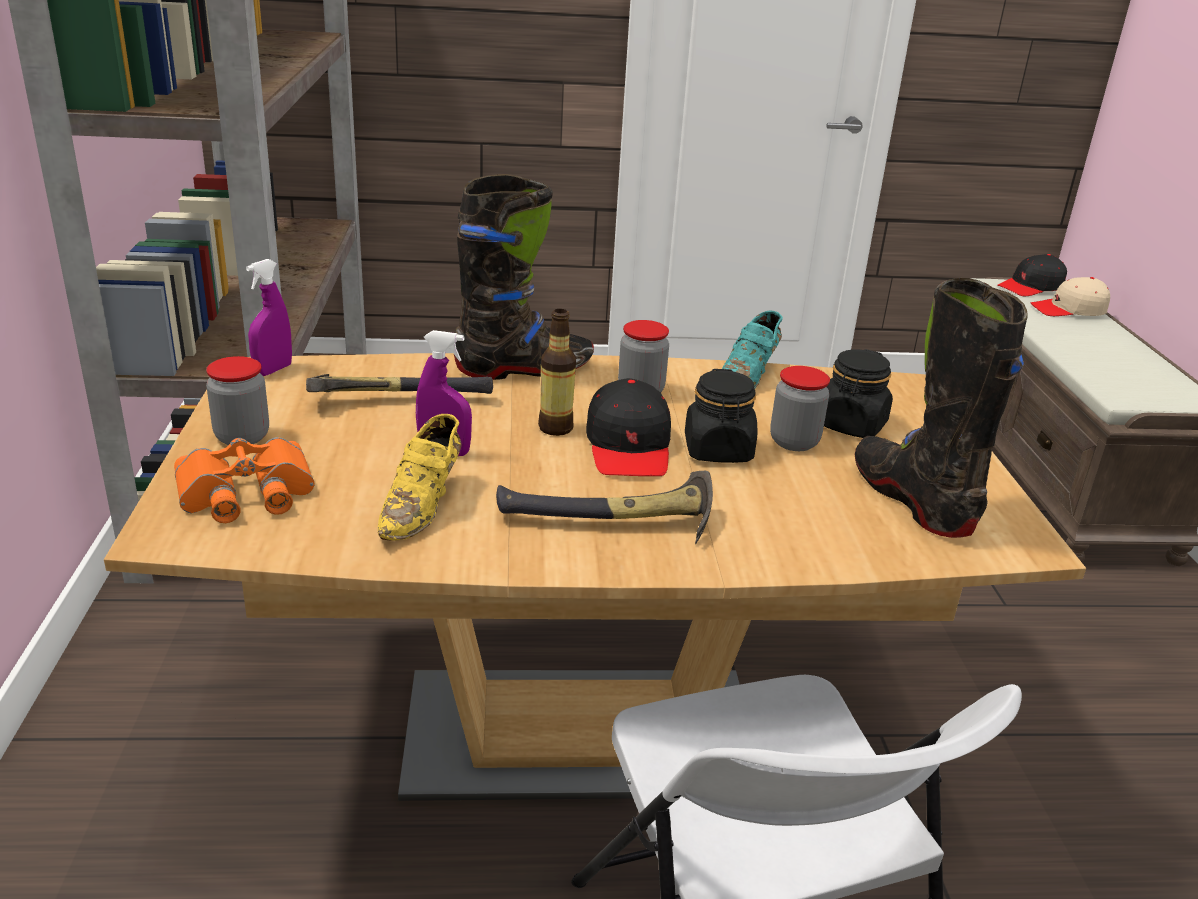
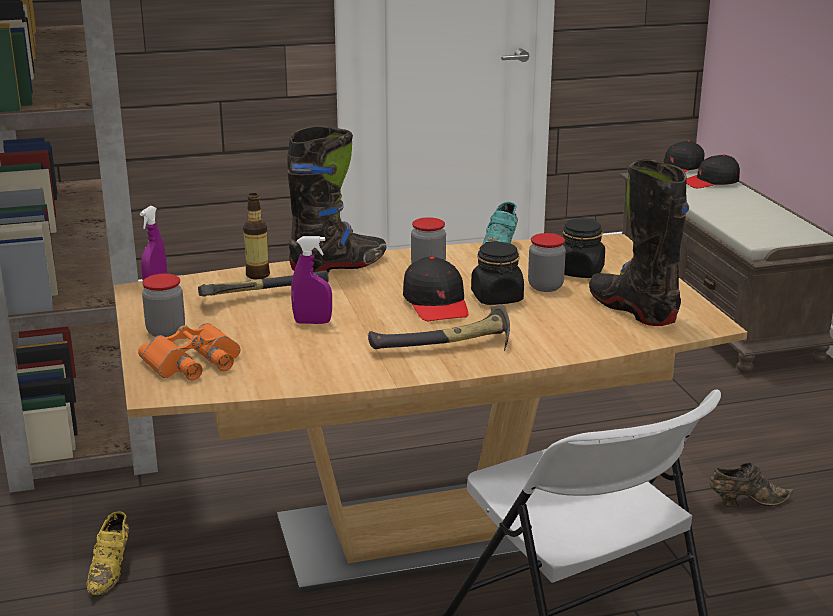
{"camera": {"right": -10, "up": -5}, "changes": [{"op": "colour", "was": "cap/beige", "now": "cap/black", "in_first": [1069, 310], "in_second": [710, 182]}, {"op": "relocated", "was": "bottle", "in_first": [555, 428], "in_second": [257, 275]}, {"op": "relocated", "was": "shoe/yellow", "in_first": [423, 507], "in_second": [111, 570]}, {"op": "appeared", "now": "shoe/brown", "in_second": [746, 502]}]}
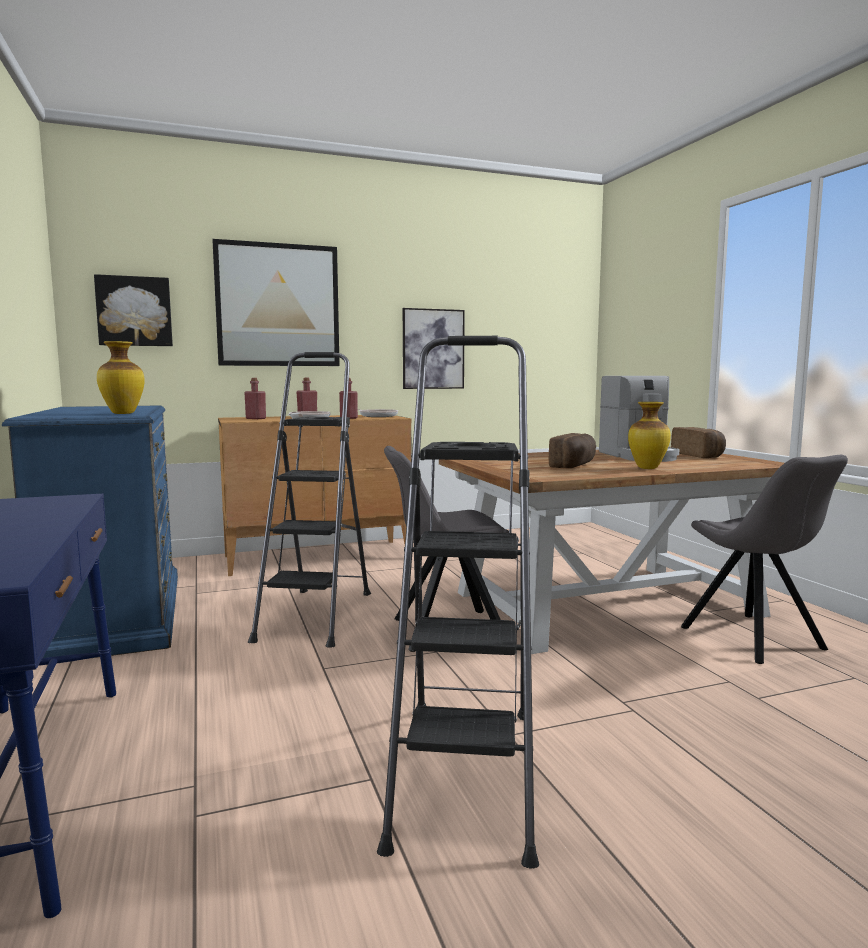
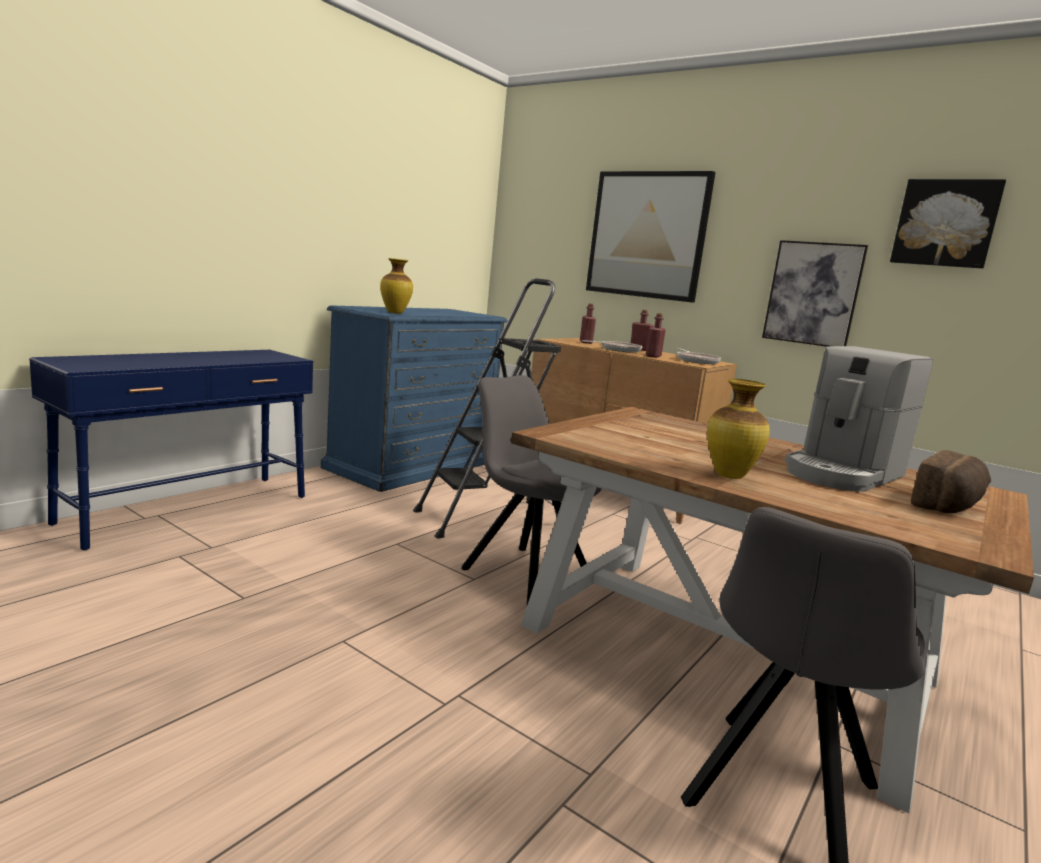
{"camera": {"right": 55, "up": 5}, "changes": [{"op": "relocated", "was": "picture", "in_first": [134, 311], "in_second": [945, 223]}, {"op": "missing", "was": "step ladder", "in_first": [466, 770]}, {"op": "missing", "was": "bread", "in_first": [574, 465]}]}
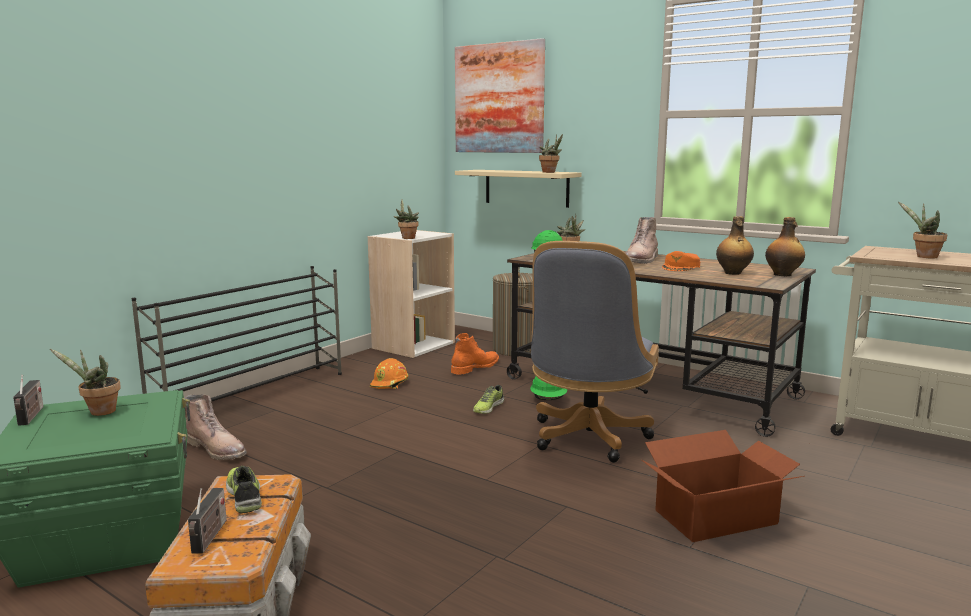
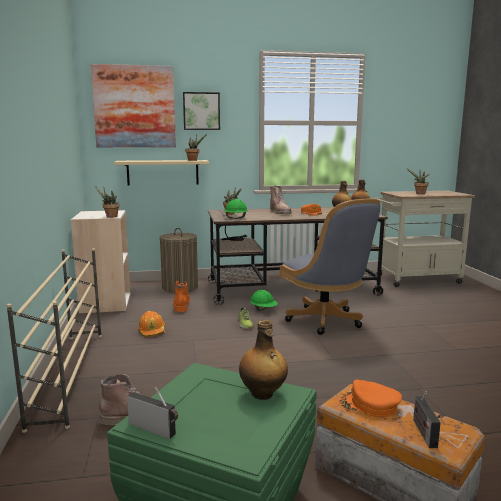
{"camera": {"right": -45, "up": 0}, "changes": [{"op": "colour", "was": "shoe rack/black", "now": "shoe rack/beige", "in_first": [254, 396], "in_second": [70, 374]}, {"op": "missing", "was": "potted plant", "in_first": [98, 412]}, {"op": "missing", "was": "cardboard box", "in_first": [717, 517]}, {"op": "exchanged", "was": "shoe", "now": "cap/orange", "in_first": [245, 495], "in_second": [369, 405]}, {"op": "spun", "was": "radio", "in_first": [209, 538], "in_second": [423, 432], "clockwise": -135}, {"op": "appeared", "now": "picture", "in_second": [201, 111]}, {"op": "appeared", "now": "bottle", "in_second": [262, 394]}]}
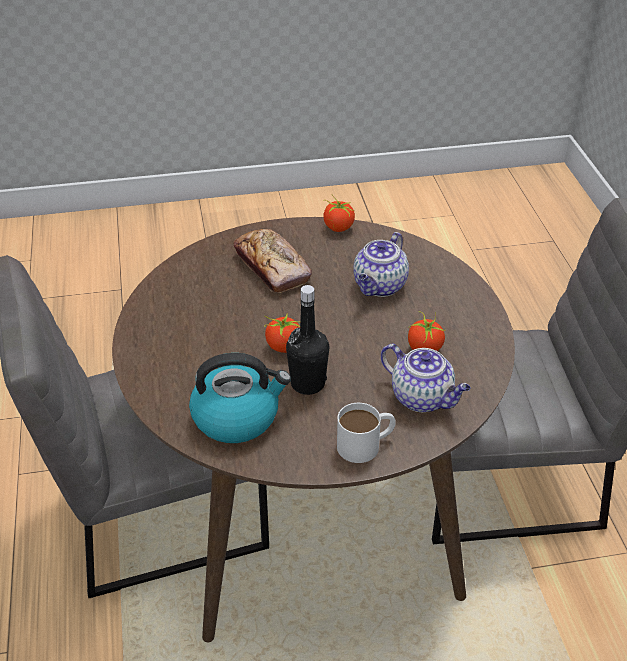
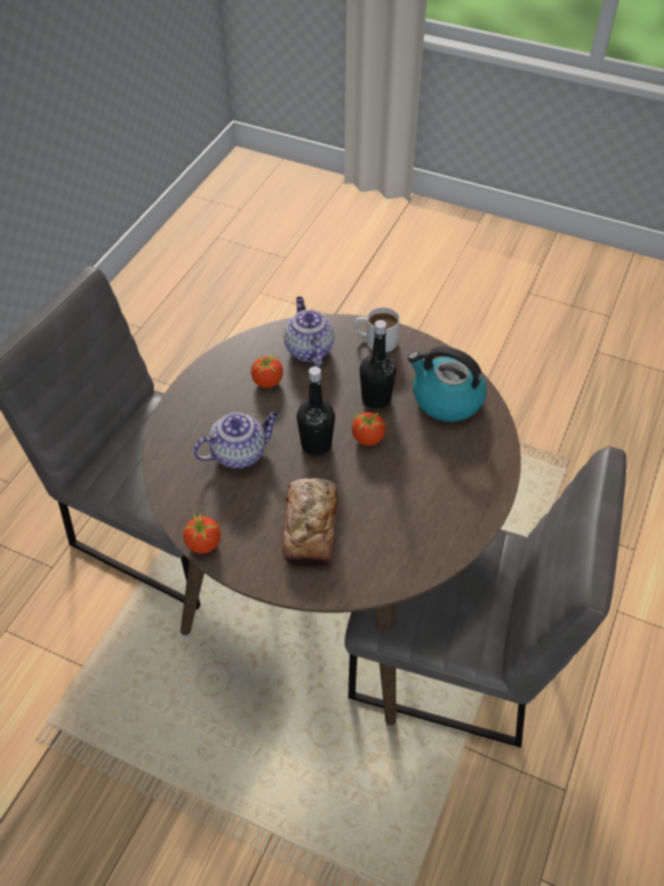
{"camera": {"right": -145, "up": 10}, "changes": [{"op": "appeared", "now": "bottle/black", "in_second": [316, 445]}]}
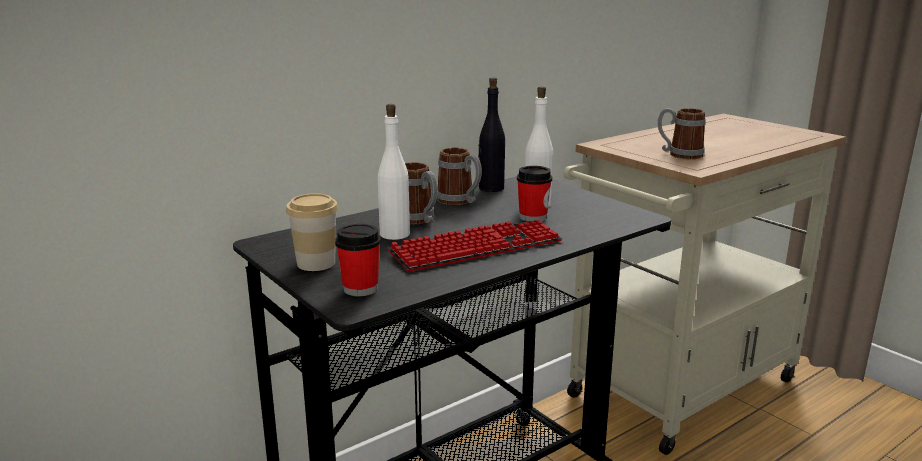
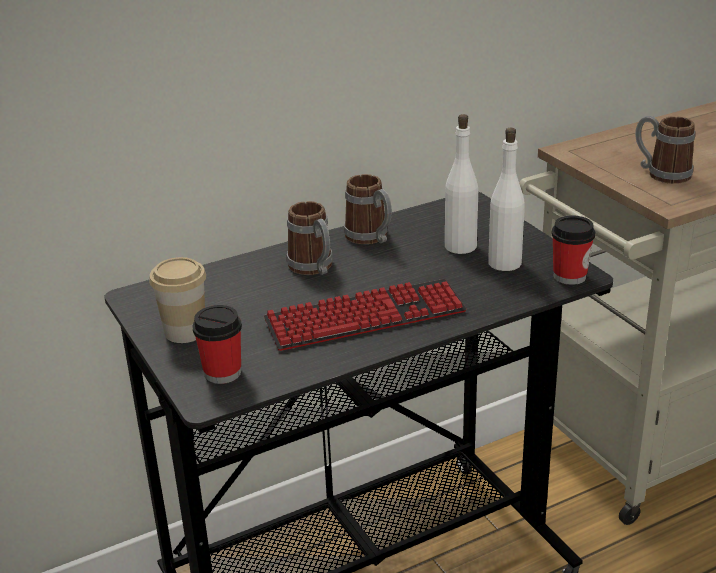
{"camera": {"right": 10, "up": 10}, "changes": [{"op": "missing", "was": "bottle/black", "in_first": [491, 188]}, {"op": "relocated", "was": "bottle/white", "in_first": [394, 234], "in_second": [504, 263]}, {"op": "relocated", "was": "cup", "in_first": [533, 217], "in_second": [569, 276]}]}
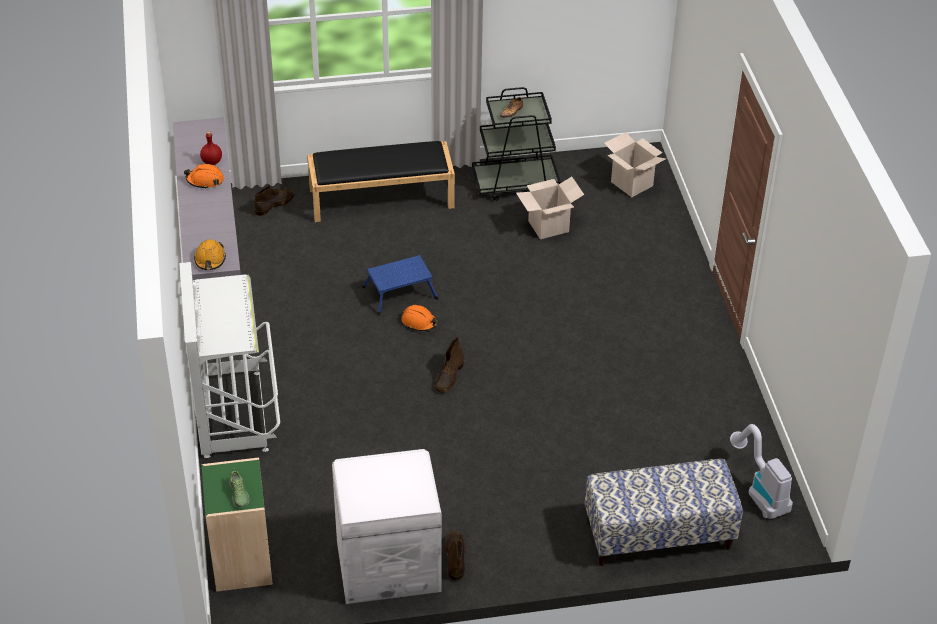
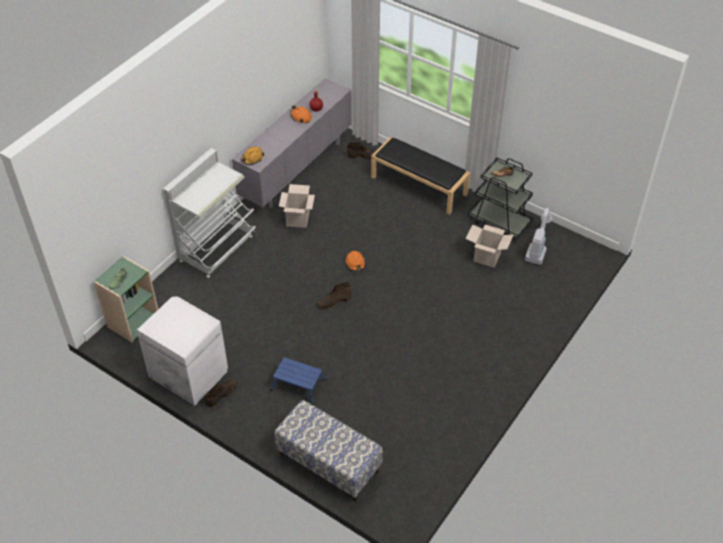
{"camera": {"right": 45, "up": 5}, "changes": [{"op": "relocated", "was": "cardboard box", "in_first": [631, 184], "in_second": [298, 219]}, {"op": "relocated", "was": "step ladder/blue", "in_first": [399, 293], "in_second": [298, 384]}, {"op": "relocated", "was": "vacuum cleaner", "in_first": [759, 491], "in_second": [537, 248]}]}
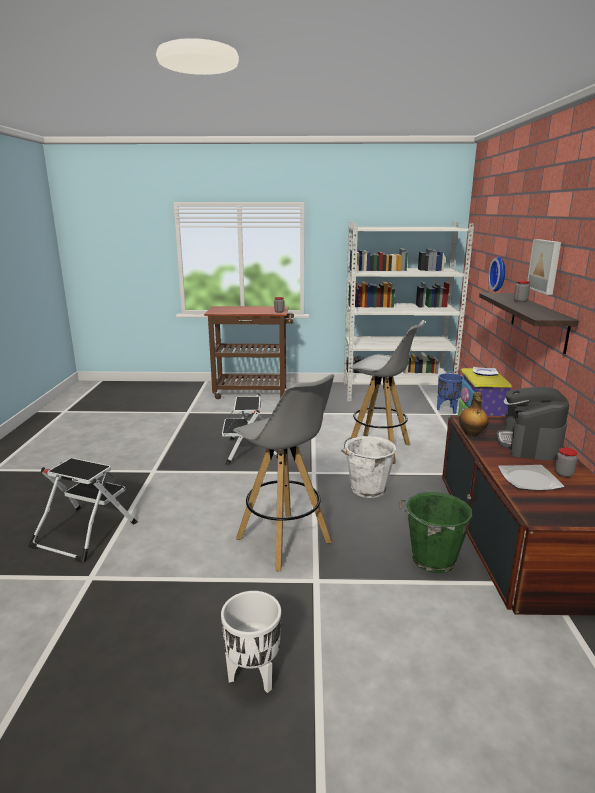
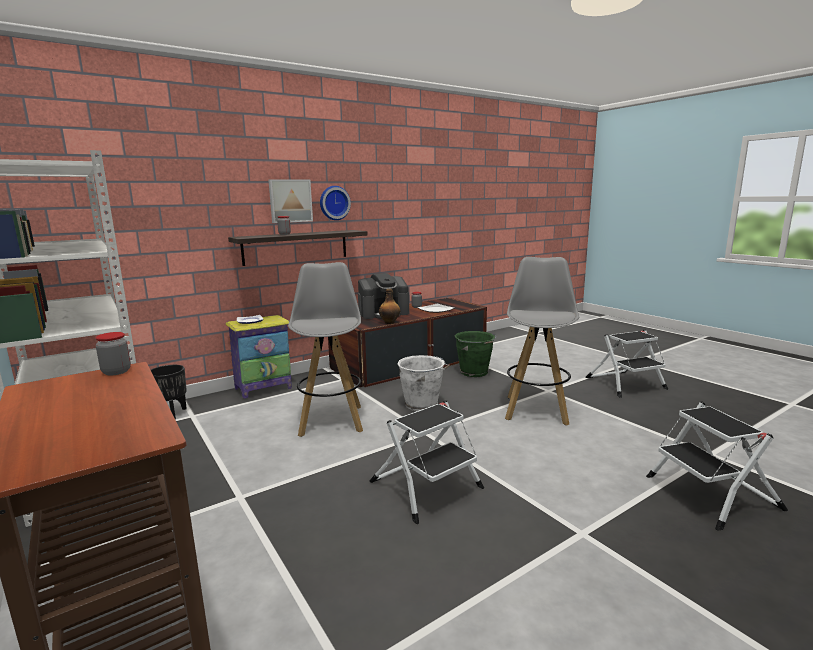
{"camera": {"right": -125, "up": -5}, "changes": [{"op": "relocated", "was": "wall clock", "in_first": [500, 274], "in_second": [334, 203]}, {"op": "colour", "was": "planter/blue", "now": "planter/black", "in_first": [448, 410], "in_second": [173, 413]}, {"op": "exchanged", "was": "planter/white", "now": "step ladder", "in_first": [253, 676], "in_second": [625, 384]}]}
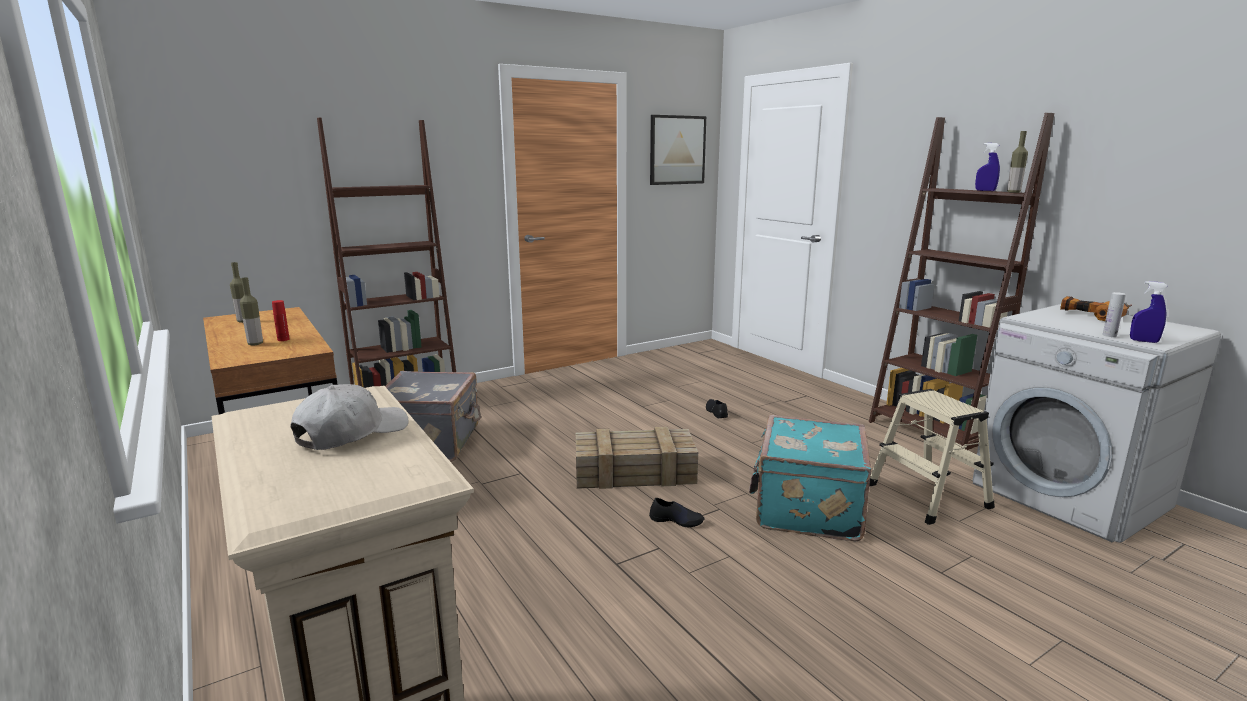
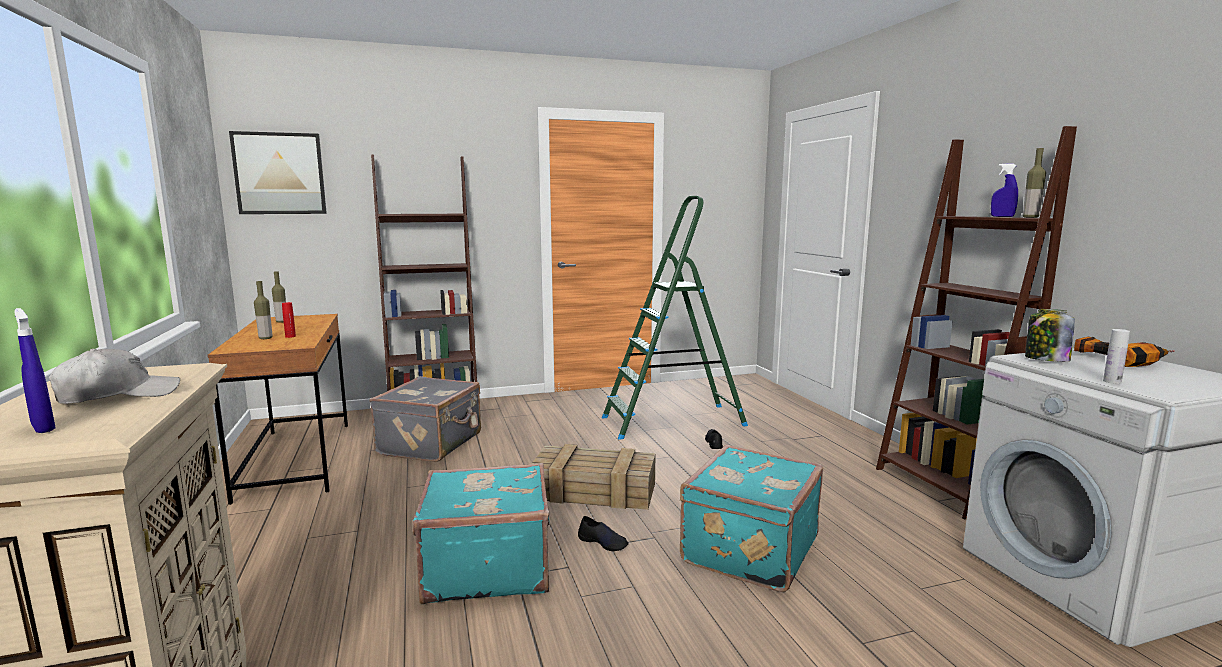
{"camera": {"right": 15, "up": -5}, "changes": [{"op": "relocated", "was": "picture", "in_first": [677, 150], "in_second": [279, 173]}, {"op": "relocated", "was": "spray bottle/blue", "in_first": [1143, 341], "in_second": [43, 428]}, {"op": "missing", "was": "step ladder/beige", "in_first": [928, 496]}, {"op": "appeared", "now": "step ladder/green", "in_second": [672, 421]}, {"op": "appeared", "now": "jar", "in_second": [1045, 360]}, {"op": "appeared", "now": "suitcase/turquoise", "in_second": [487, 567]}]}
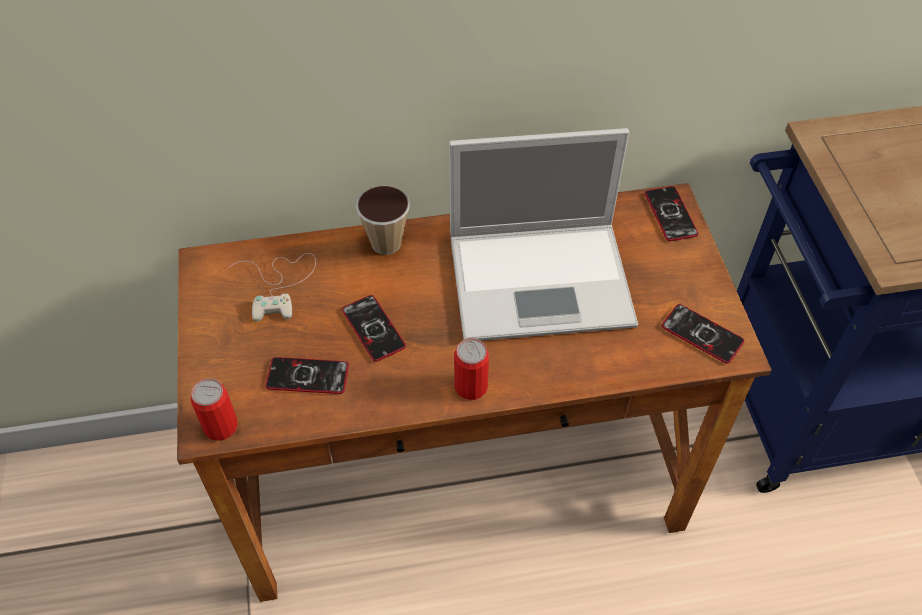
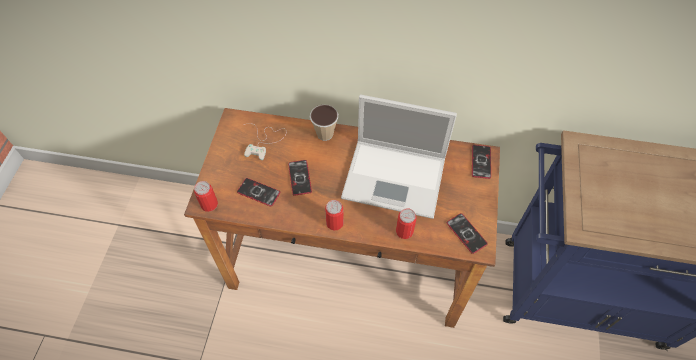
{"camera": {"right": 20, "up": 5}, "changes": [{"op": "appeared", "now": "can", "in_second": [404, 231]}]}
